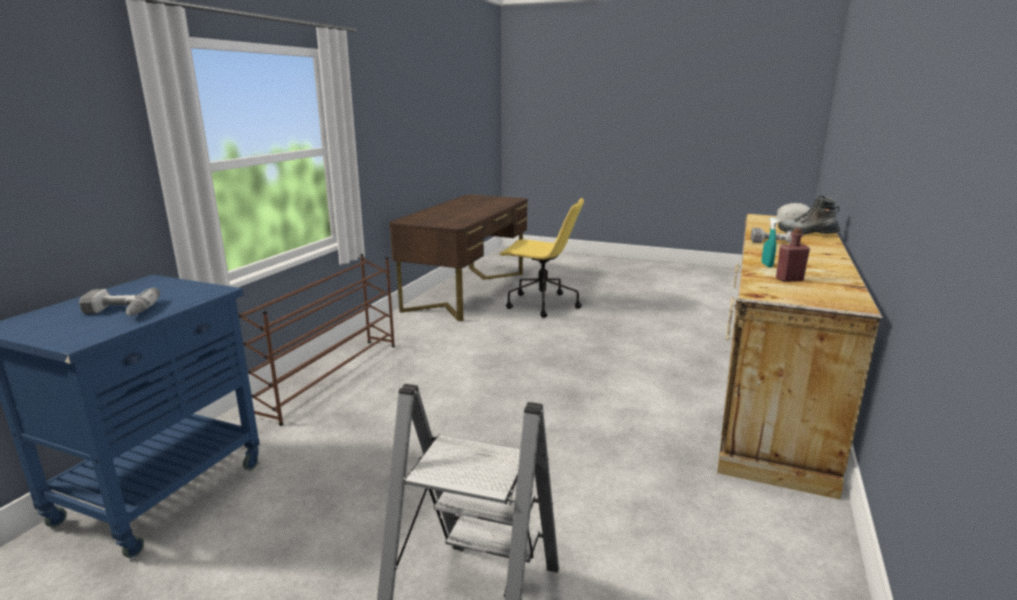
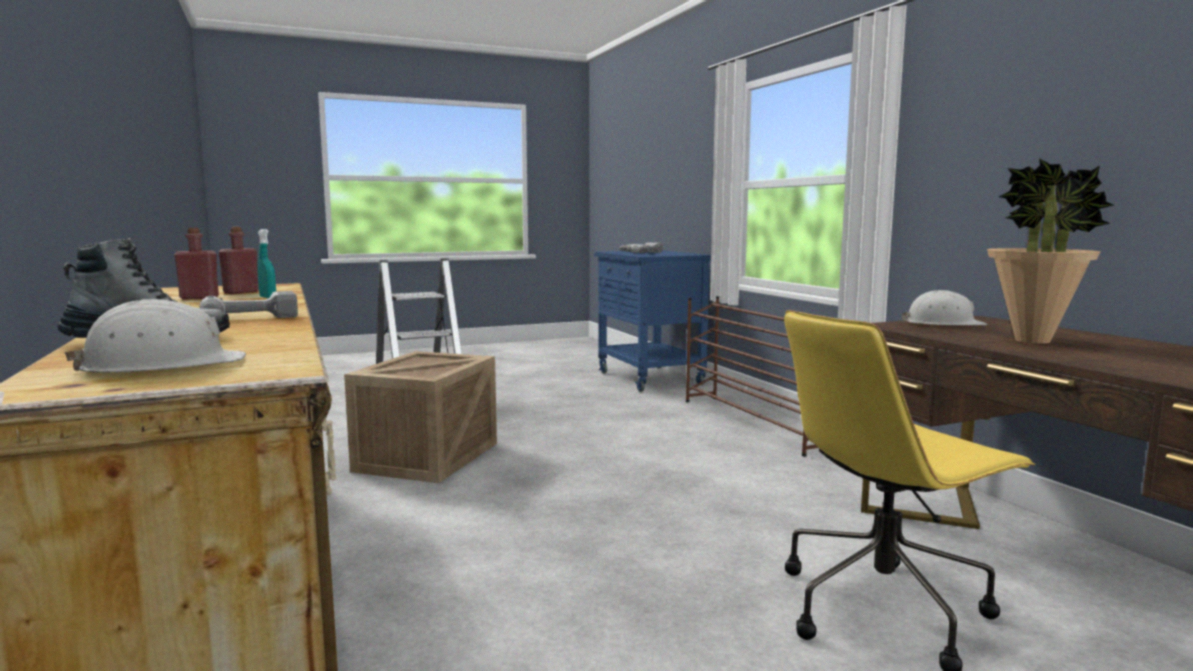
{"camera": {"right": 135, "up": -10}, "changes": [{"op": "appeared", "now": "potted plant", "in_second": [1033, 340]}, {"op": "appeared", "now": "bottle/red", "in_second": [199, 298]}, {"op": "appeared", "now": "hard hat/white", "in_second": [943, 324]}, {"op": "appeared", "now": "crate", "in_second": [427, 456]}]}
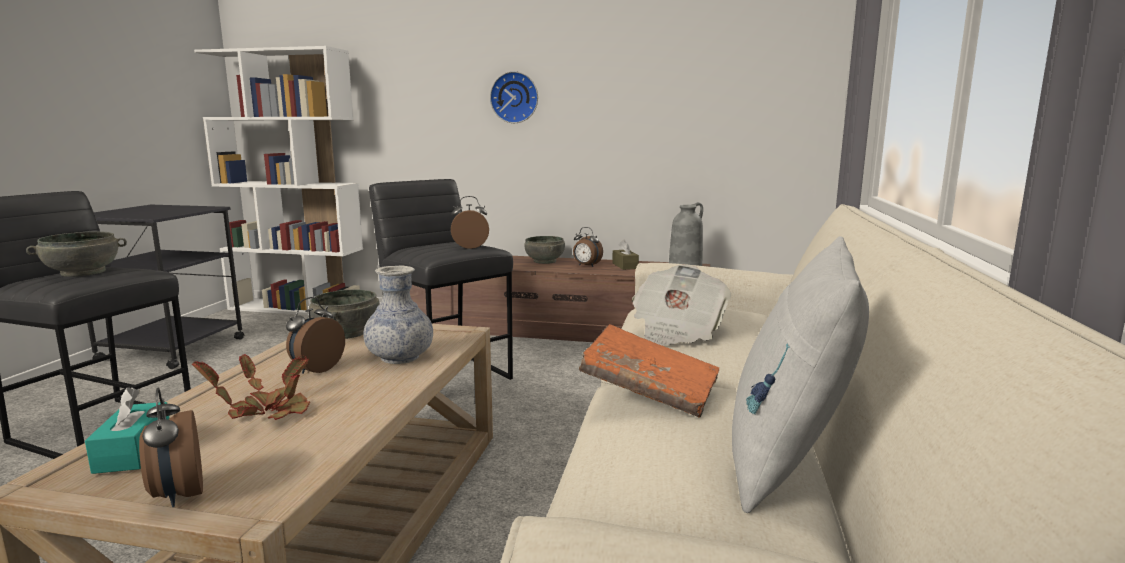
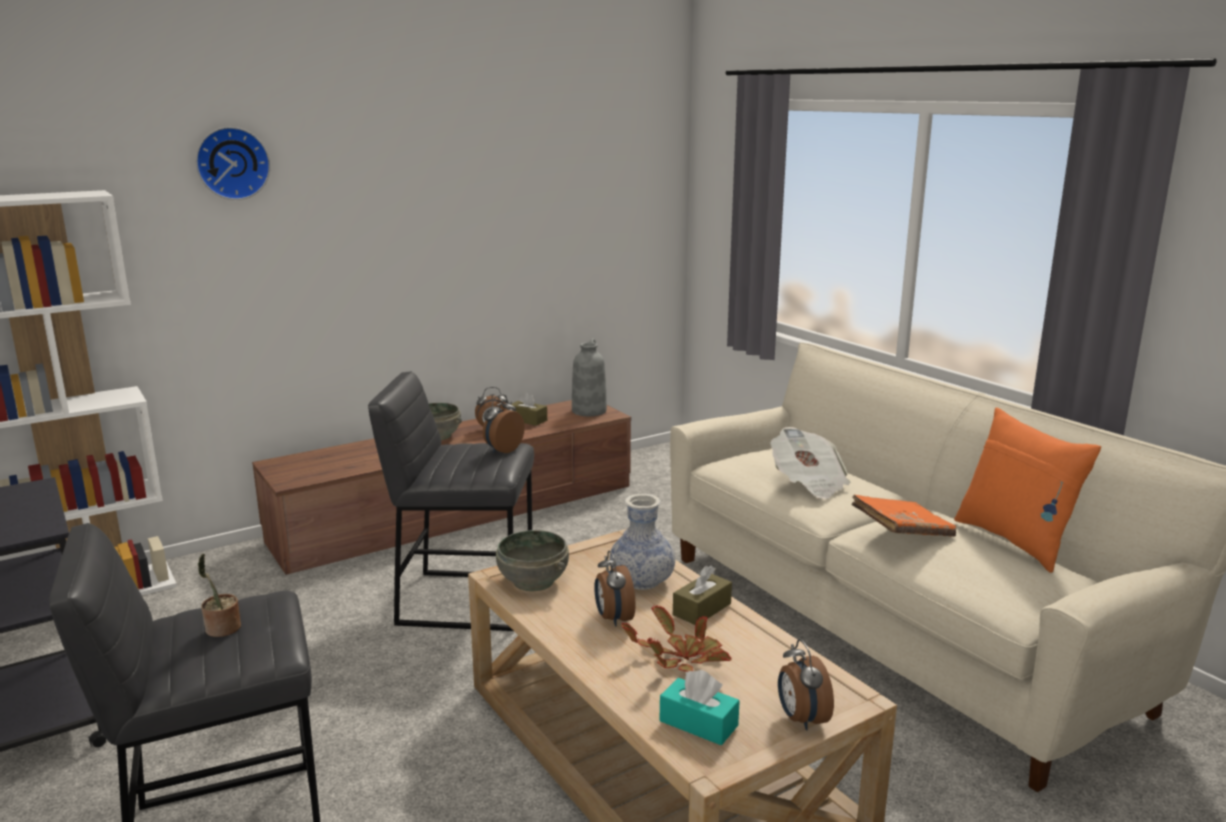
{"camera": {"right": -45, "up": 5}, "changes": [{"op": "relocated", "was": "wall clock", "in_first": [515, 97], "in_second": [232, 163]}, {"op": "exchanged", "was": "bowl/grey", "now": "potted plant", "in_first": [83, 272], "in_second": [222, 629]}, {"op": "colour", "was": "pillow/grey", "now": "pillow/orange", "in_first": [787, 460], "in_second": [1013, 542]}, {"op": "spun", "was": "alarm clock", "in_first": [177, 495], "in_second": [801, 719], "clockwise": 60}, {"op": "appeared", "now": "tissue box/brown", "in_second": [702, 609]}]}
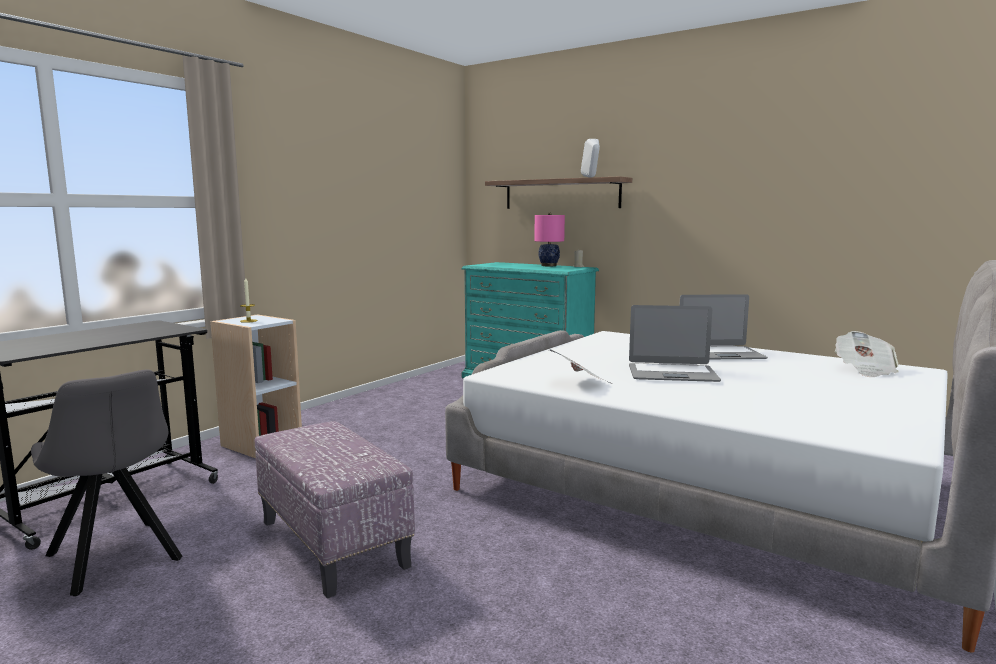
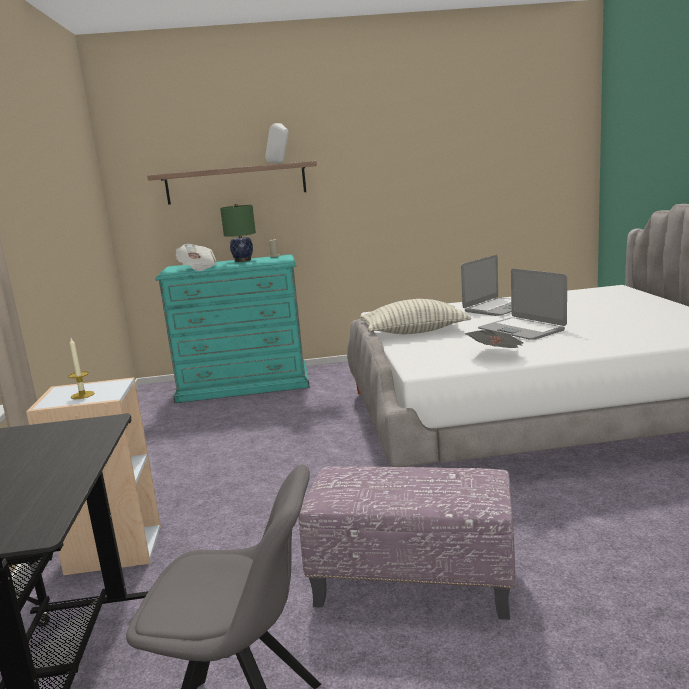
{"camera": {"right": -40, "up": 5}, "changes": [{"op": "colour", "was": "table lamp/pink", "now": "table lamp/green", "in_first": [548, 265], "in_second": [243, 260]}, {"op": "spun", "was": "laptop", "in_first": [672, 374], "in_second": [522, 330], "clockwise": 90}, {"op": "relocated", "was": "newspaper", "in_first": [864, 370], "in_second": [197, 268]}, {"op": "appeared", "now": "pillow", "in_second": [414, 332]}]}
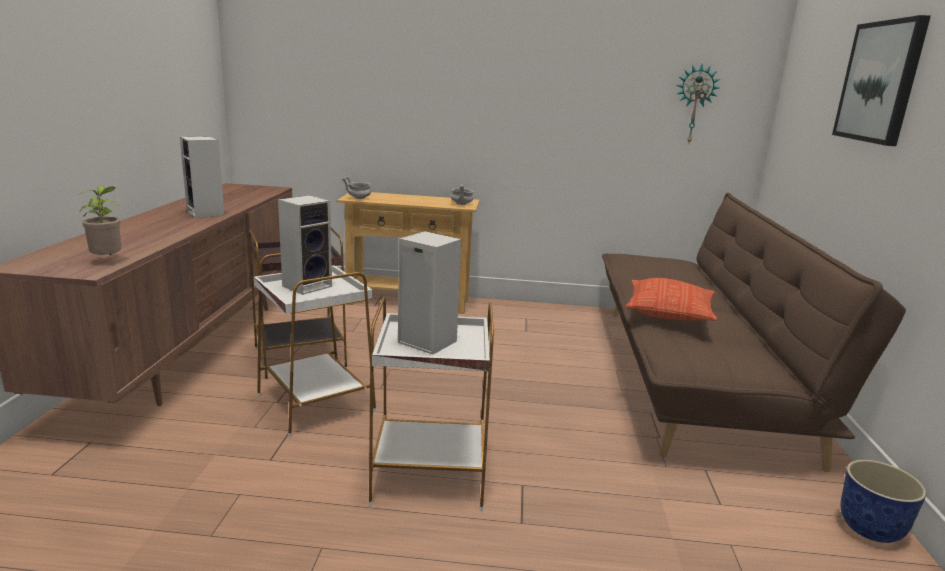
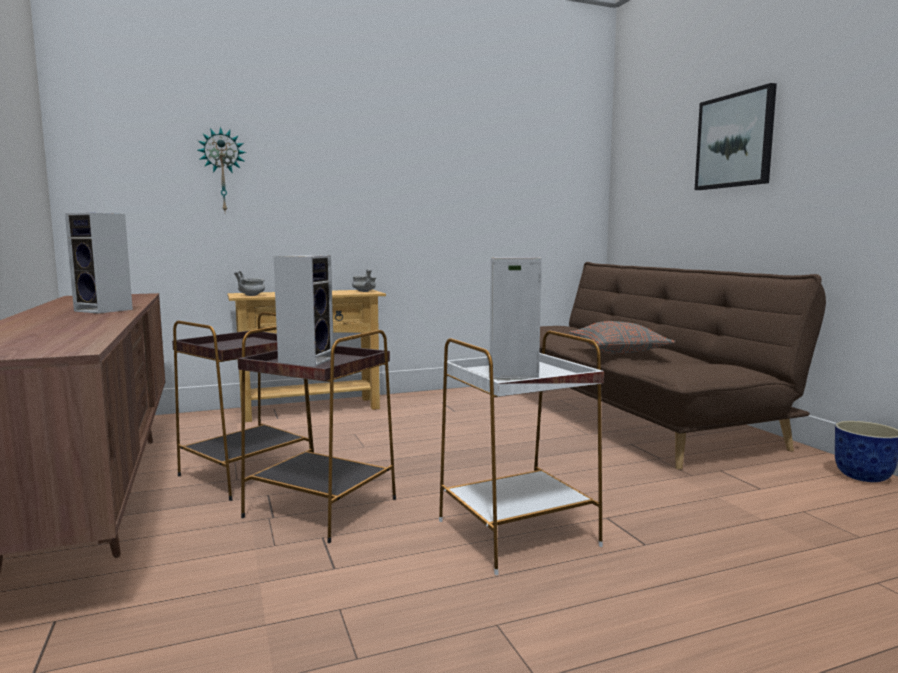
{"camera": {"right": -25, "up": -10}, "changes": [{"op": "relocated", "was": "wall clock", "in_first": [694, 104], "in_second": [222, 170]}, {"op": "missing", "was": "potted plant", "in_first": [108, 261]}, {"op": "colour", "was": "side table/white", "now": "side table/brown", "in_first": [315, 404], "in_second": [321, 508]}, {"op": "colour", "was": "pillow/orange", "now": "pillow/grey", "in_first": [669, 313], "in_second": [619, 351]}]}
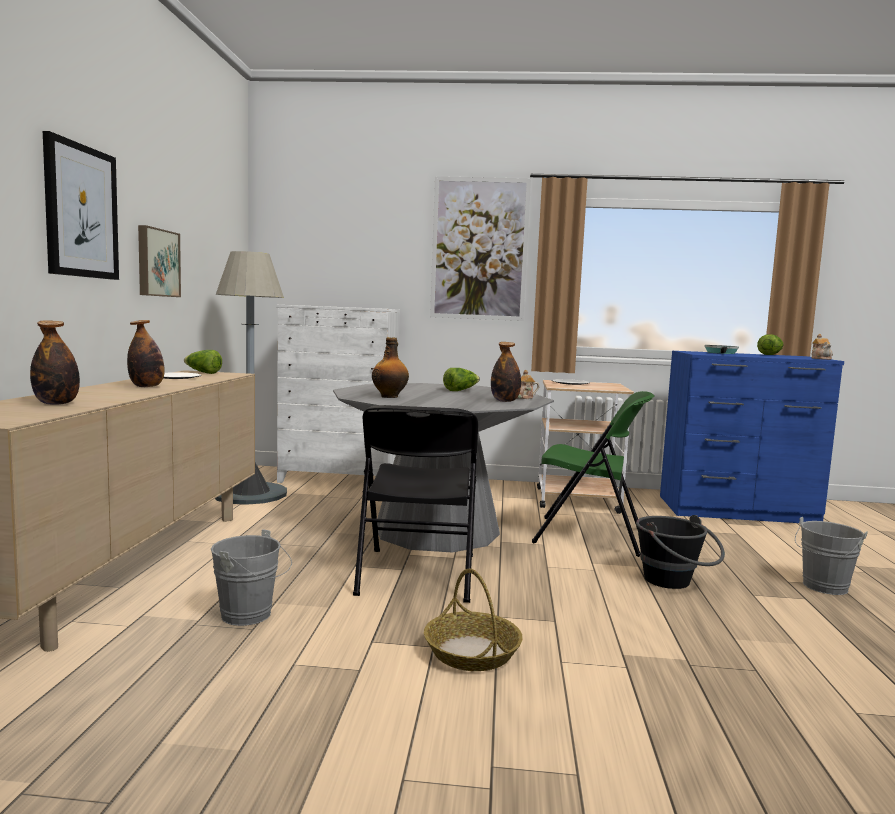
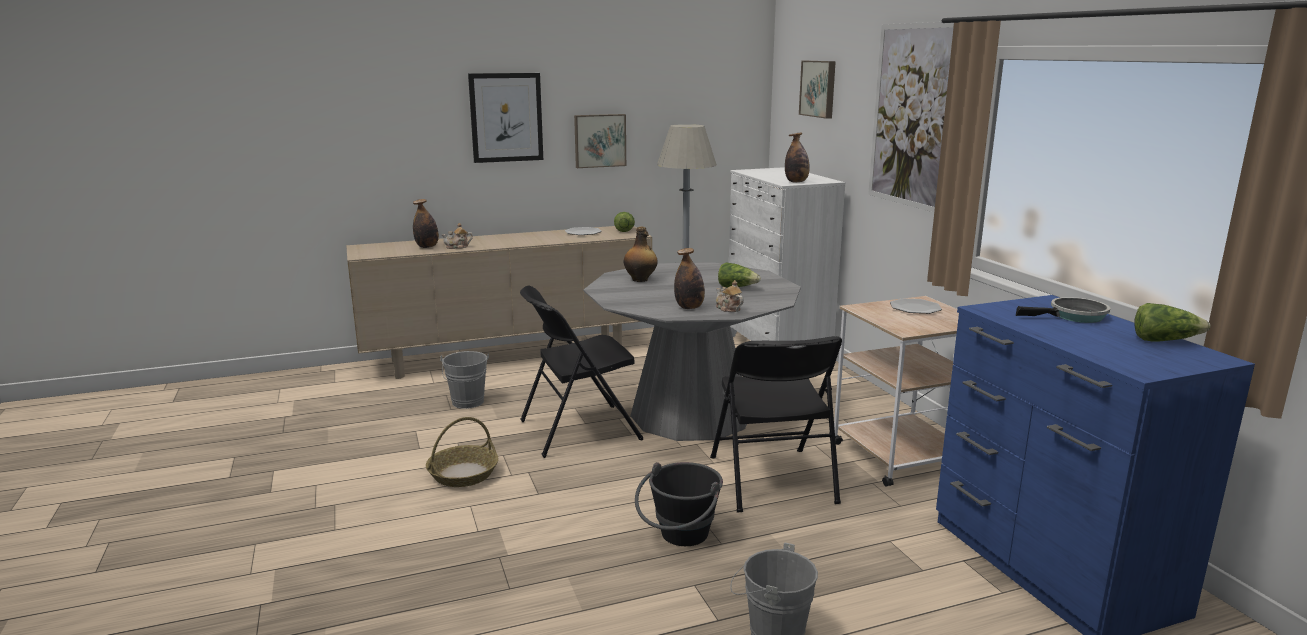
{"camera": {"right": 65, "up": 10}, "changes": [{"op": "relocated", "was": "bottle", "in_first": [147, 386], "in_second": [796, 182]}, {"op": "relocated", "was": "teapot", "in_first": [821, 359], "in_second": [458, 247]}, {"op": "colour", "was": "chair/green", "now": "chair/black", "in_first": [588, 536], "in_second": [771, 479]}, {"op": "appeared", "now": "picture", "in_second": [819, 88]}]}
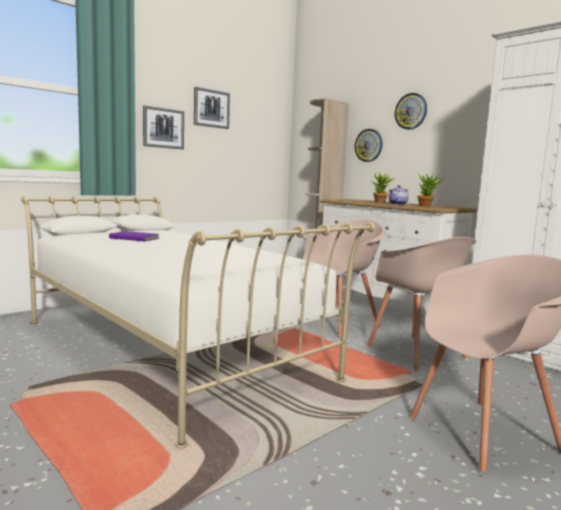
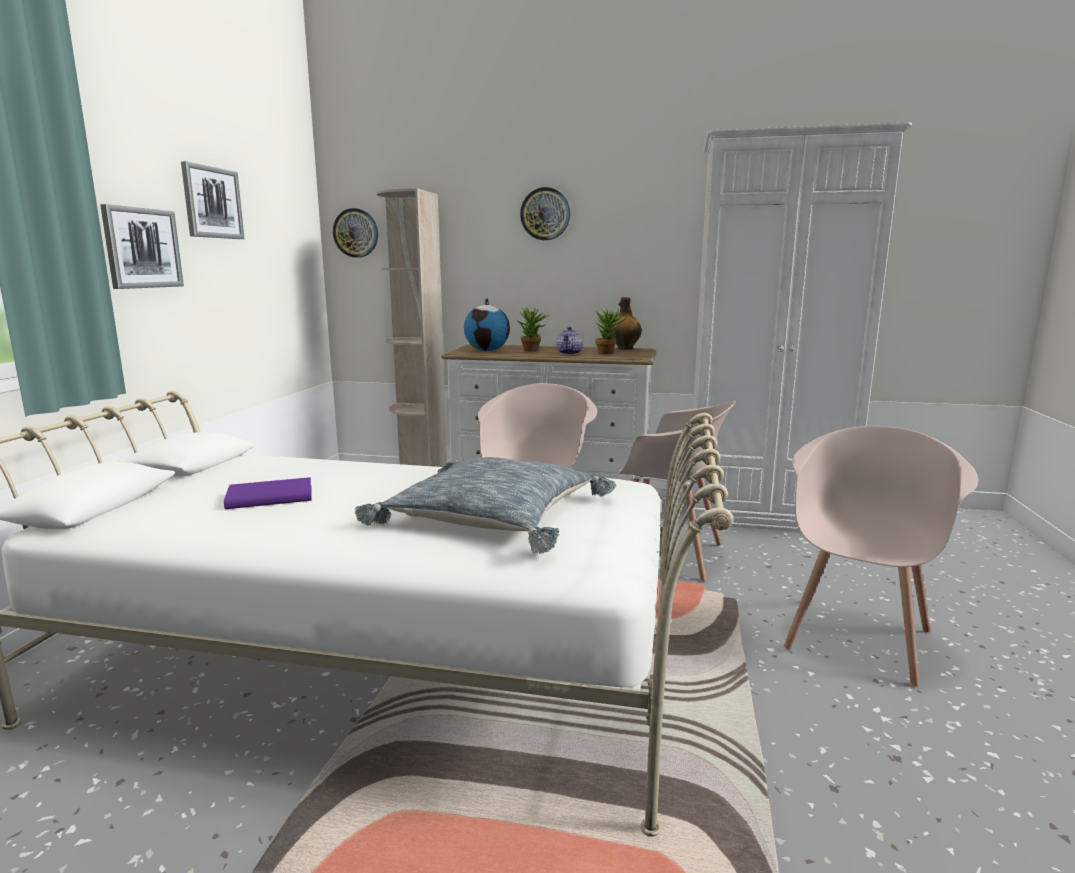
{"camera": {"right": -35, "up": 5}, "changes": [{"op": "relocated", "was": "wall clock", "in_first": [368, 145], "in_second": [356, 233]}, {"op": "appeared", "now": "bottle", "in_second": [624, 348]}, {"op": "appeared", "now": "globe", "in_second": [487, 351]}, {"op": "appeared", "now": "pillow", "in_second": [493, 512]}]}
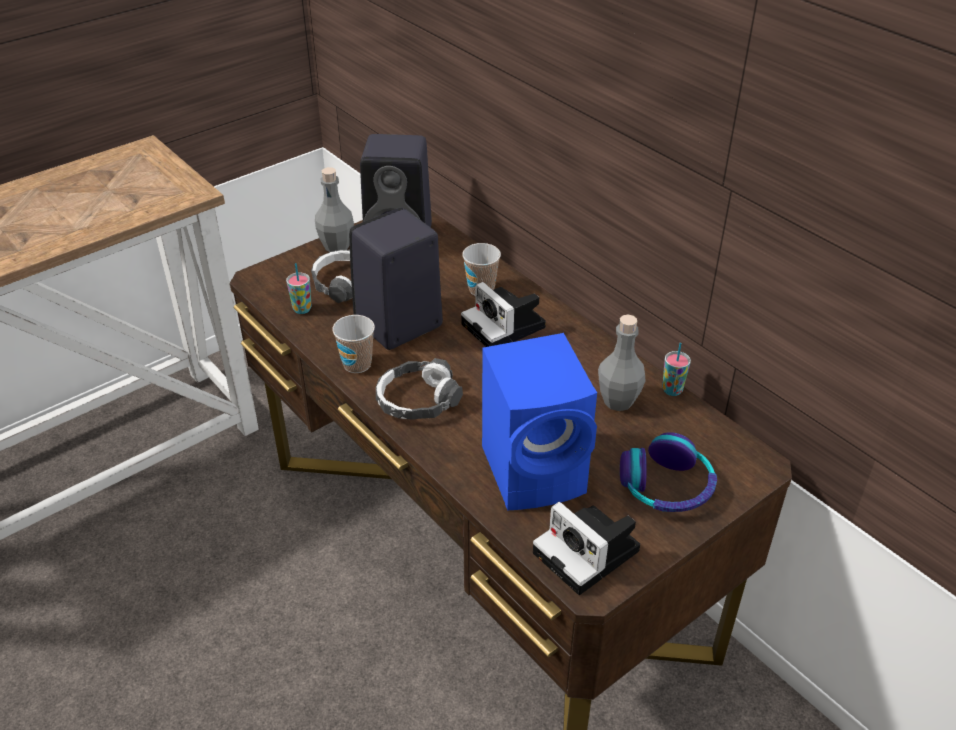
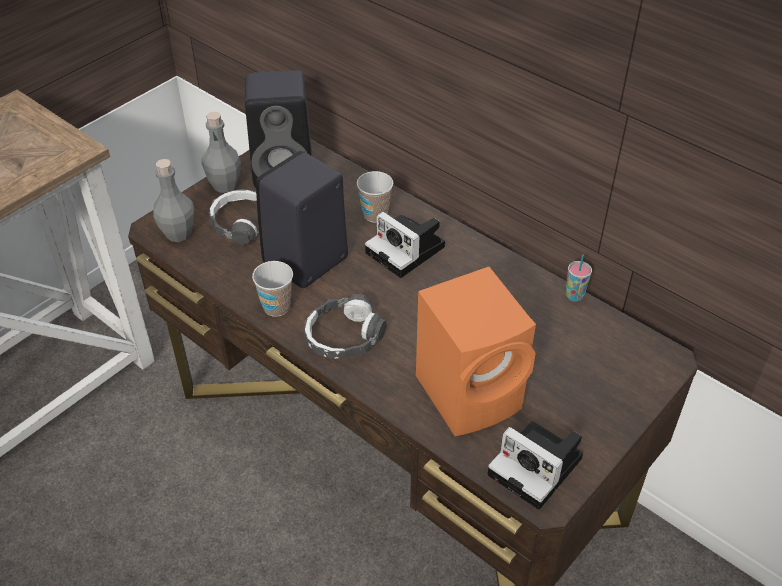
{"camera": {"right": -10, "up": 5}, "changes": [{"op": "missing", "was": "cup", "in_first": [302, 309]}, {"op": "relocated", "was": "bottle/grey", "in_first": [618, 401], "in_second": [178, 233]}, {"op": "colour", "was": "speaker/blue", "now": "speaker/orange", "in_first": [537, 470], "in_second": [472, 392]}, {"op": "missing", "was": "headphones", "in_first": [667, 486]}]}
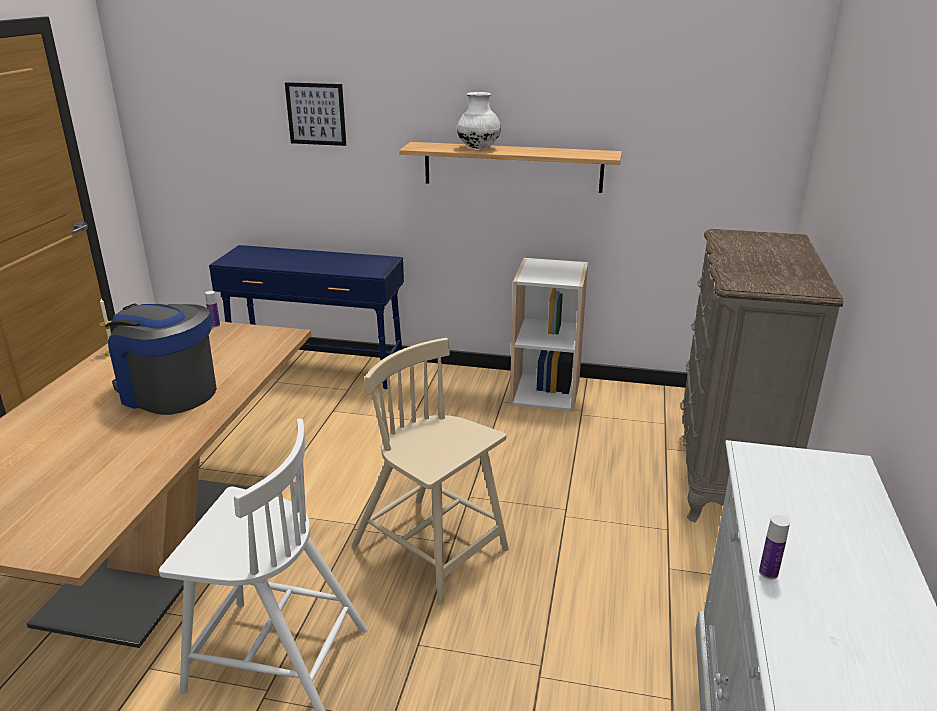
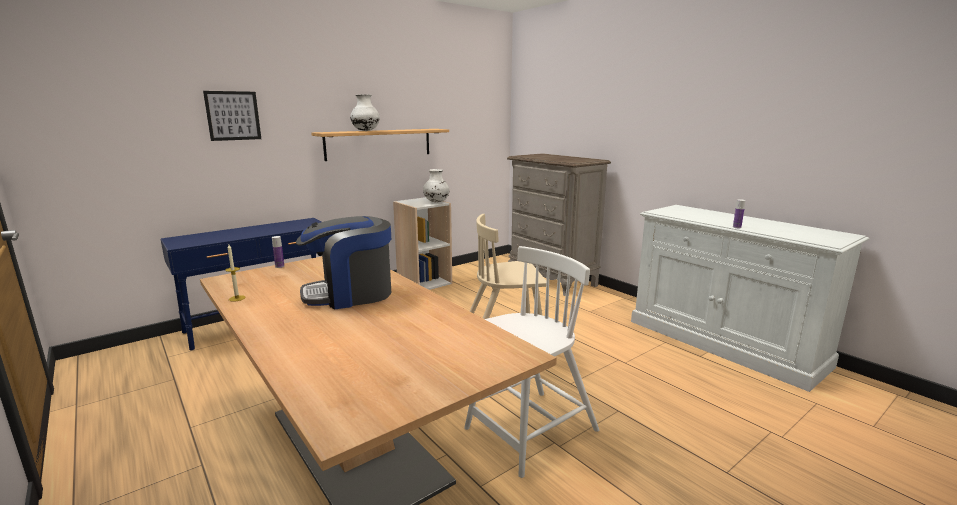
{"camera": {"right": -50, "up": -10}, "changes": [{"op": "appeared", "now": "vase/white", "in_second": [436, 202]}]}
